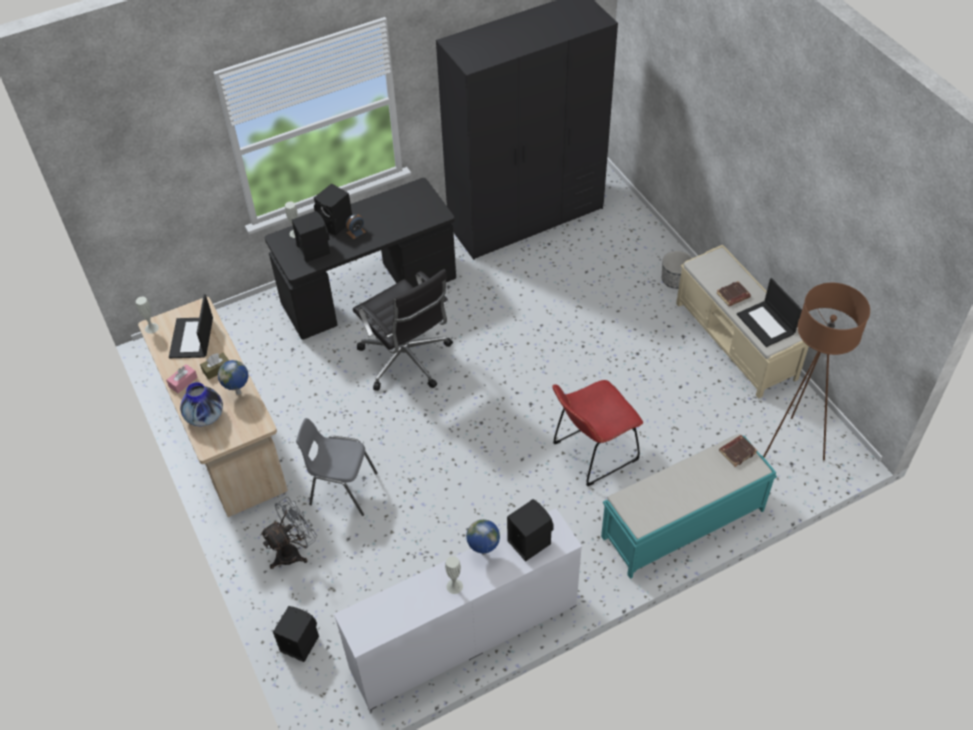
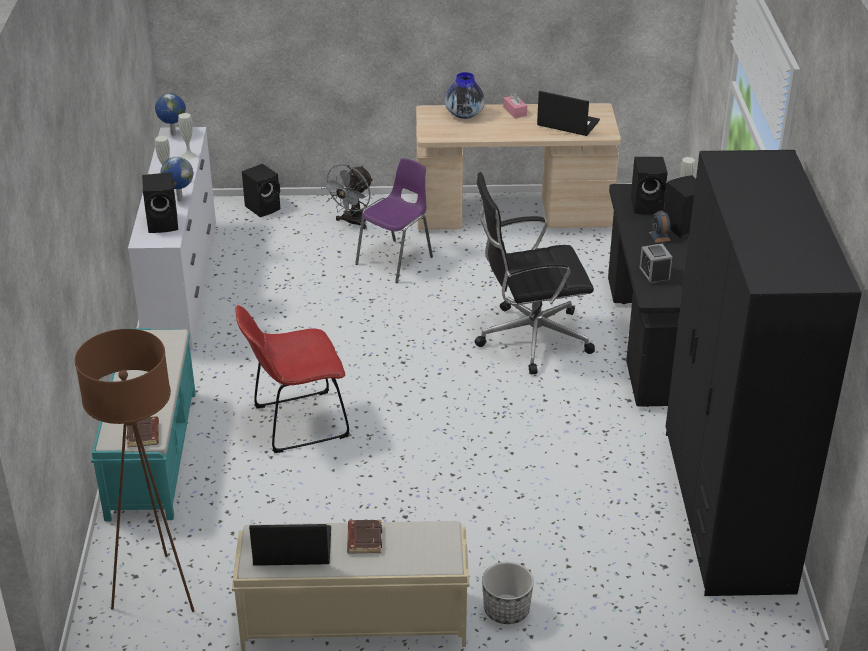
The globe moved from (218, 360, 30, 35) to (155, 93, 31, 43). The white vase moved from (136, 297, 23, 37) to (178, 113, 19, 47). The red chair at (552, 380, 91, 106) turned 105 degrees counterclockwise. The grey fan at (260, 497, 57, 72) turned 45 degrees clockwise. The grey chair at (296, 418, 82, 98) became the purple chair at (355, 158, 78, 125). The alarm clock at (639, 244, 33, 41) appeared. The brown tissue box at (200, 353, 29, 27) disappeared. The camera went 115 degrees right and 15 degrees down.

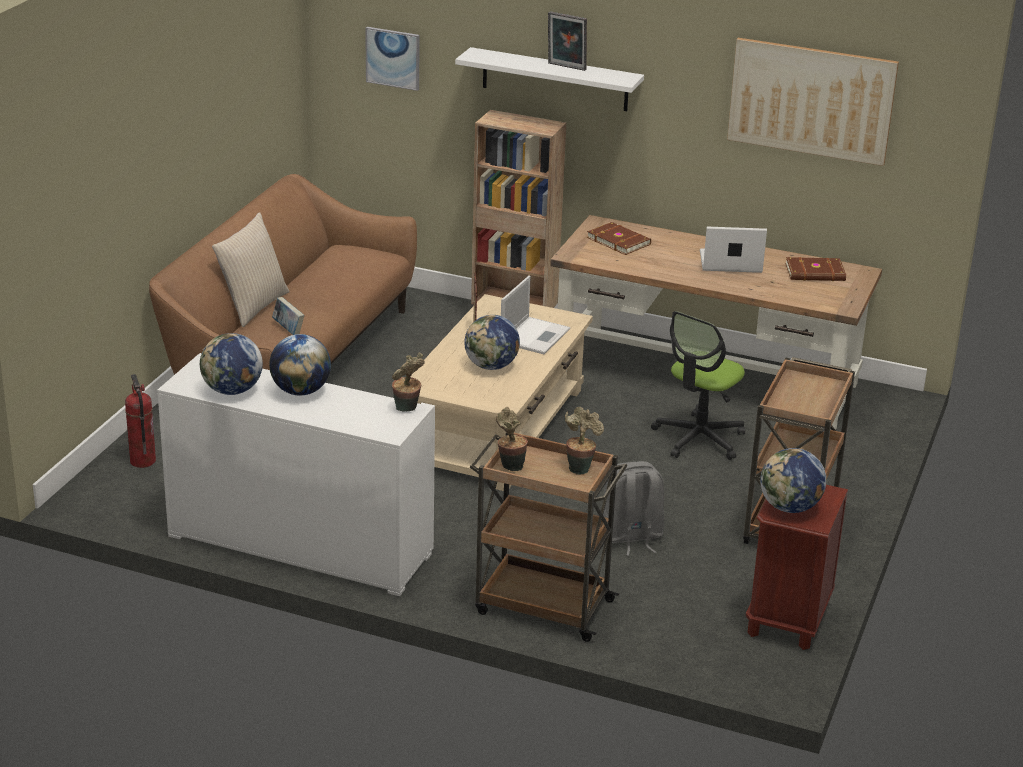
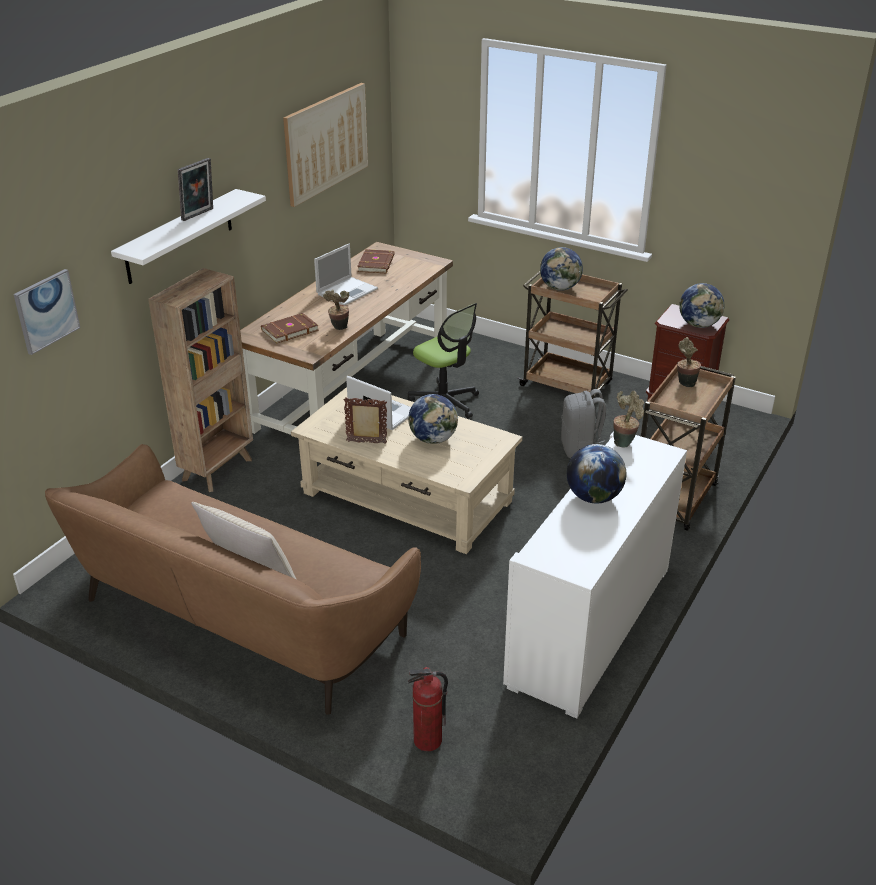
The laptop at (700, 227, 67, 46) turned 150 degrees counterclockwise. The potted plant moved from (496, 407, 32, 64) to (323, 289, 27, 41). The globe moved from (200, 333, 63, 62) to (540, 247, 43, 44). The book at (272, 297, 32, 38) disappeared. The camera went 80 degrees left and 5 degrees up.

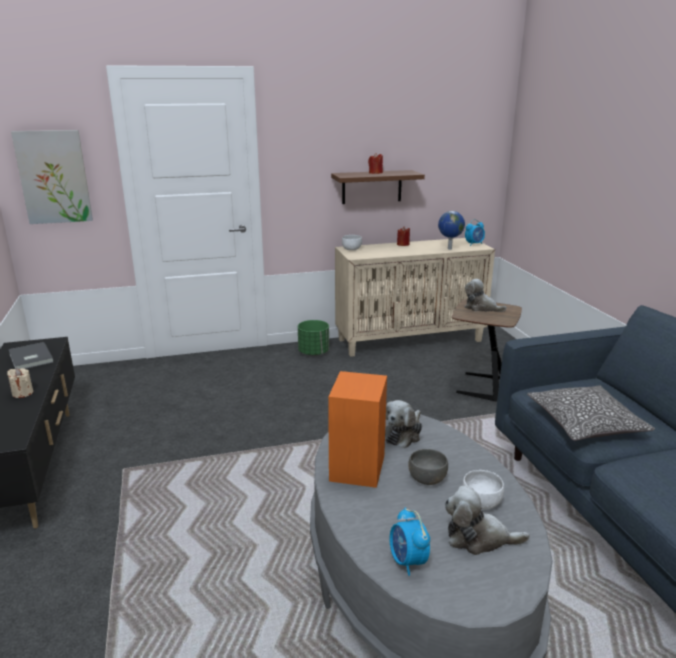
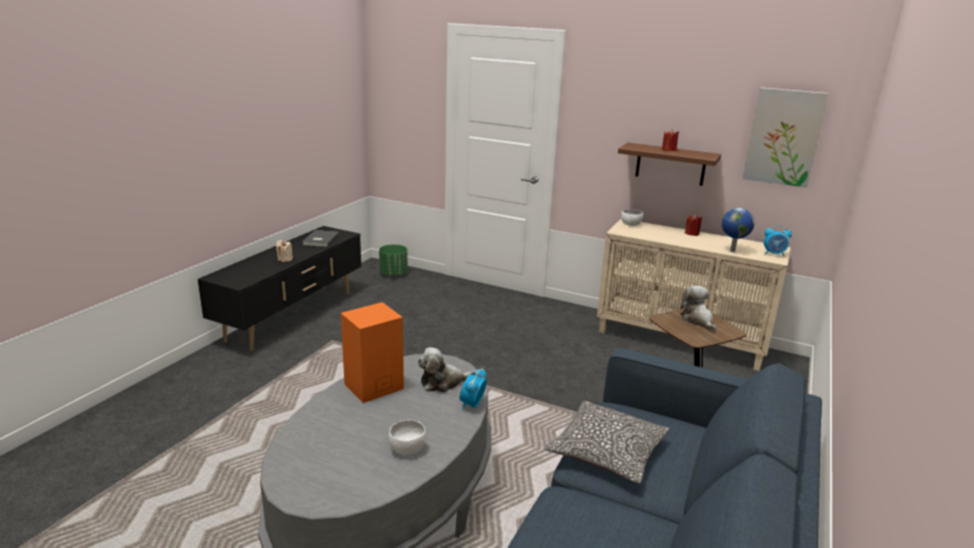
The green planter moved from (298, 320, 31, 36) to (379, 244, 29, 32). The alarm clock moved from (389, 507, 41, 69) to (460, 368, 27, 42). The picture moved from (11, 130, 82, 94) to (743, 87, 85, 101). The grey bowl at (408, 449, 40, 36) disappeared. The plush toy at (445, 486, 85, 69) disappeared. The camera went 40 degrees right and 0 degrees up.

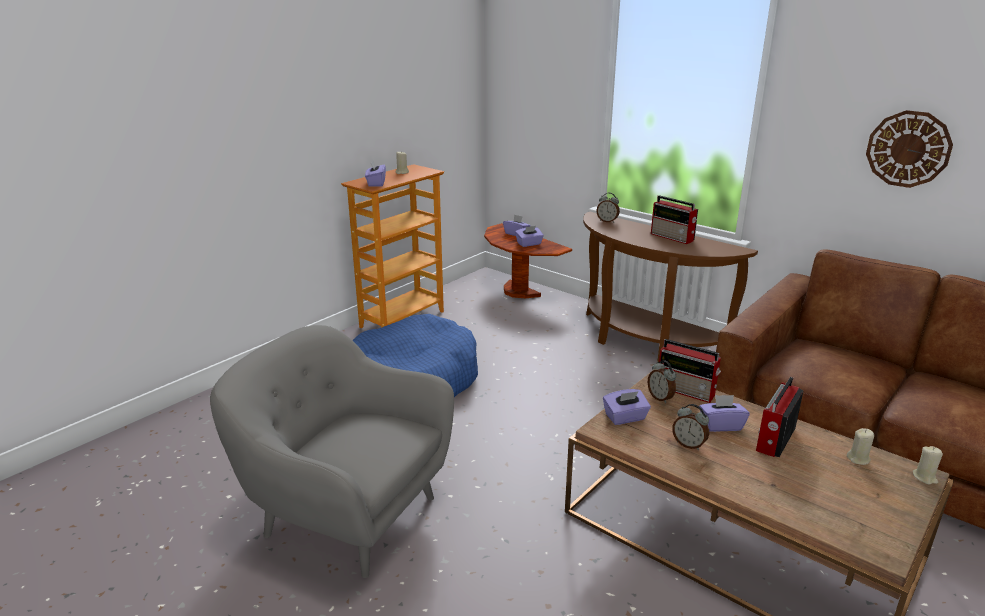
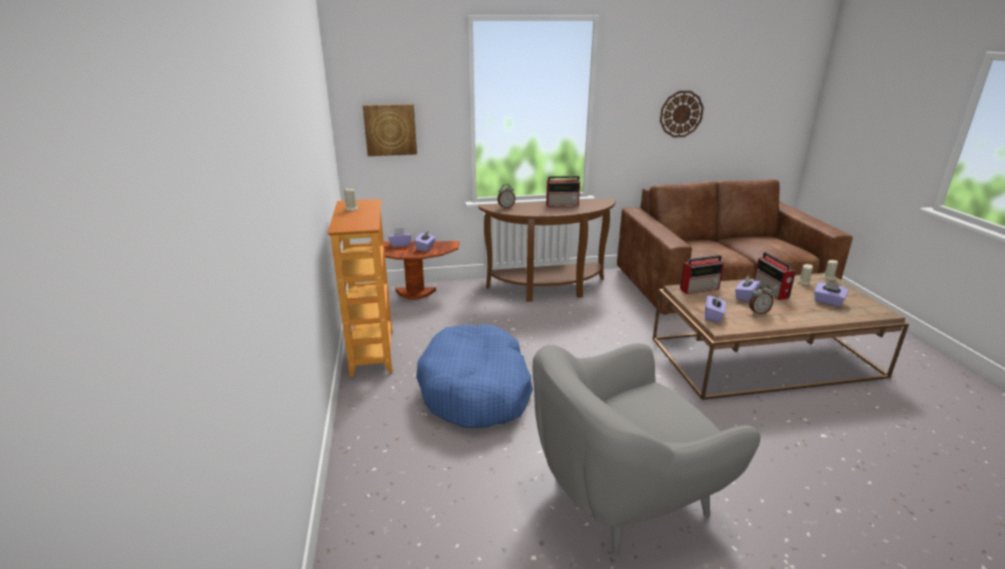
The picture at (363, 104, 54, 52) appeared. The purple tissue box moved from (365, 160, 21, 27) to (814, 282, 35, 25). The alarm clock at (648, 360, 28, 43) disappeared. The camera went 50 degrees left and 0 degrees up.

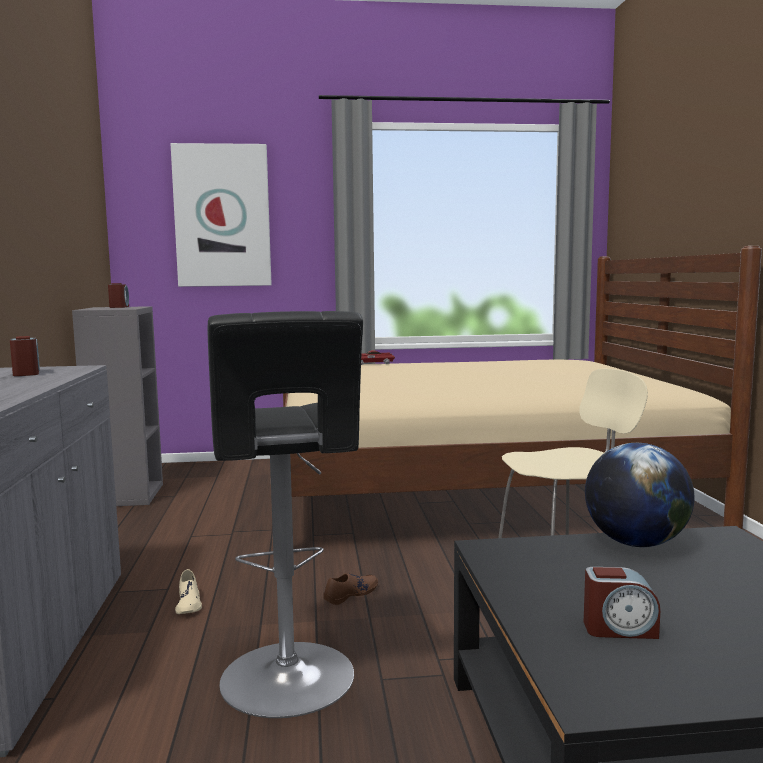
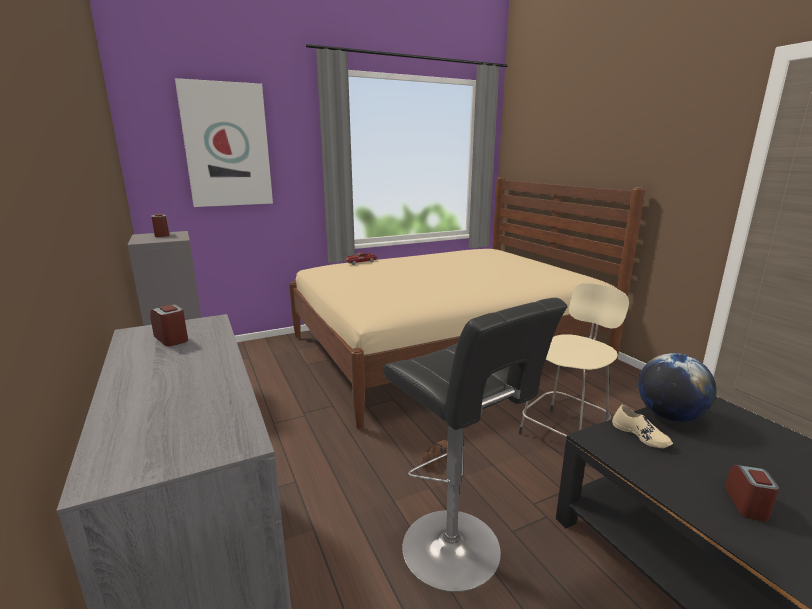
The beige shoe moved from (175, 569, 27, 45) to (612, 405, 61, 43). The alarm clock at (584, 567, 77, 72) turned 60 degrees counterclockwise. The camera went 20 degrees left and 10 degrees up.

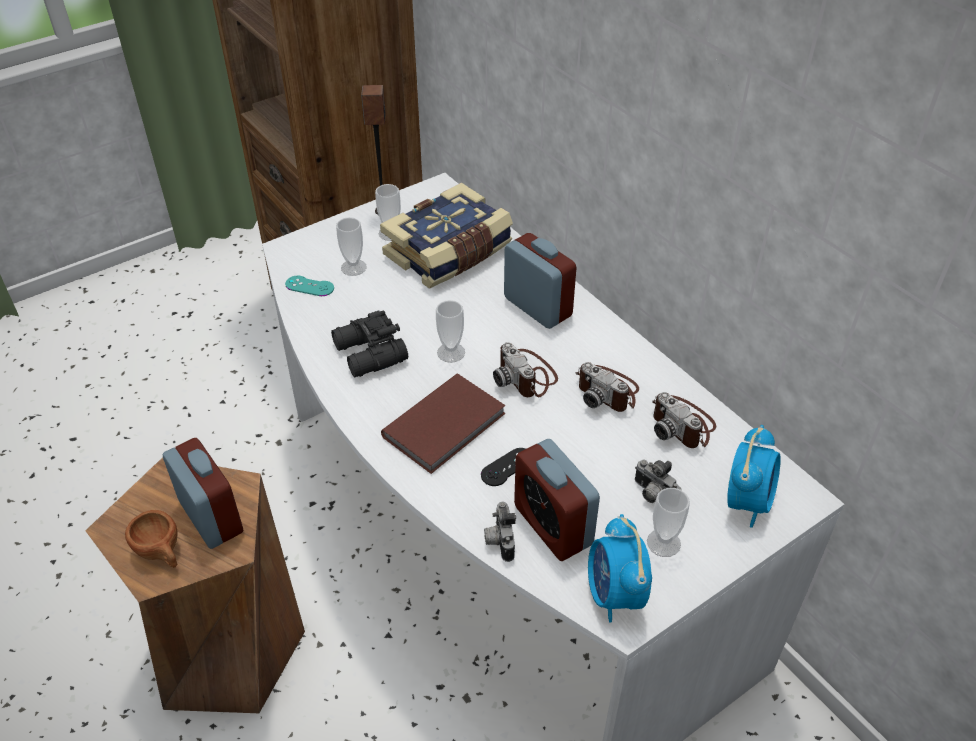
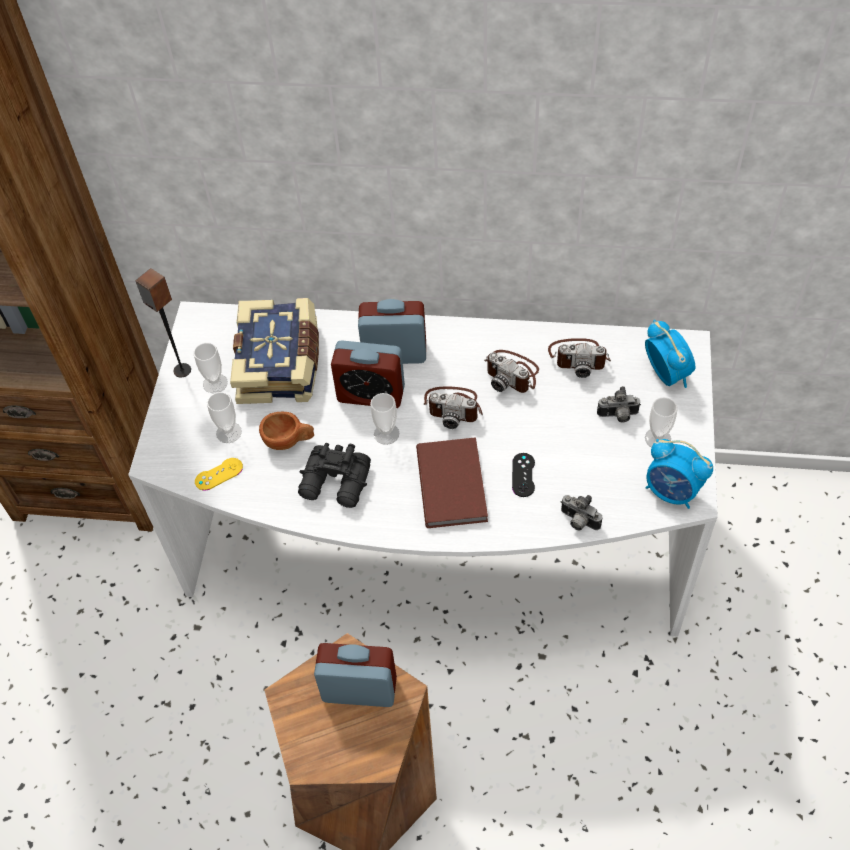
The turquoise game controller at (285, 276, 49, 20) became the yellow game controller at (195, 458, 48, 33). The brown cup moved from (125, 510, 53, 58) to (259, 412, 55, 38). The alarm clock moved from (514, 439, 86, 122) to (331, 340, 74, 68). The photo camera at (575, 362, 64, 50) turned 45 degrees clockwise. The camera went 45 degrees left and 10 degrees up.

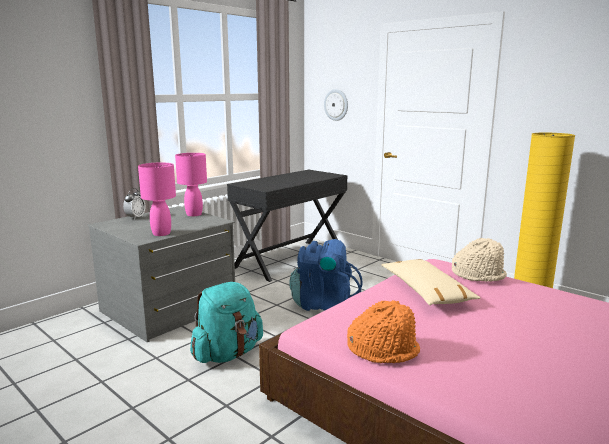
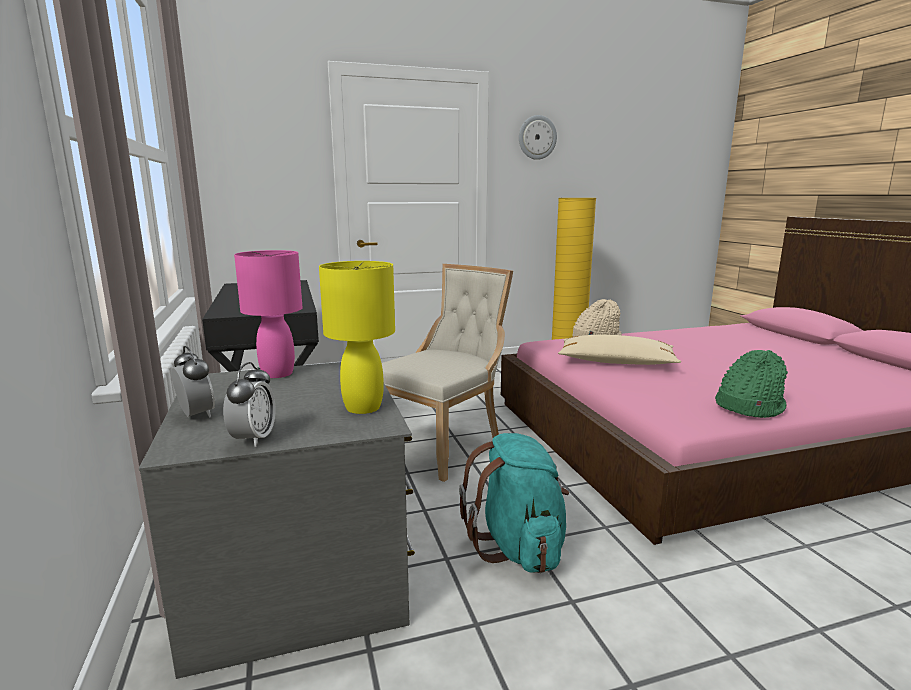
The alarm clock at (223, 362, 52, 85) appeared. The pink table lamp at (138, 163, 38, 73) became the yellow table lamp at (319, 261, 76, 153). The blue backpack at (289, 239, 74, 72) was replaced by the beige chair at (382, 264, 131, 218). The wall clock moved from (324, 89, 24, 32) to (519, 115, 38, 45). The orange hat at (347, 300, 73, 63) became the green hat at (715, 350, 73, 68). The camera went 60 degrees left and 0 degrees up.

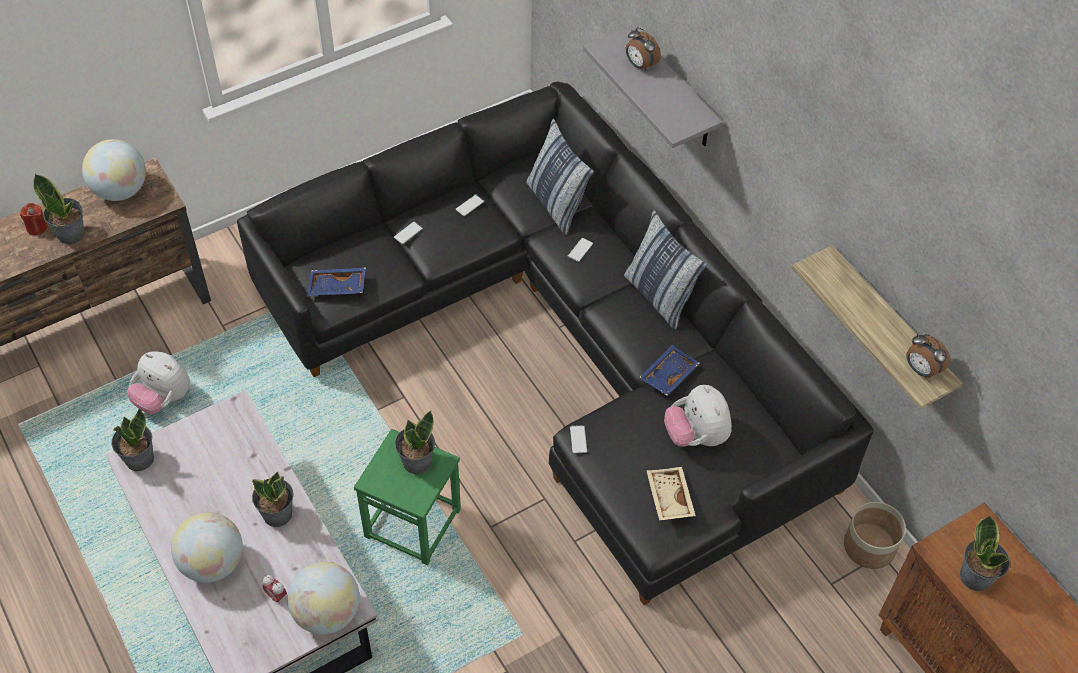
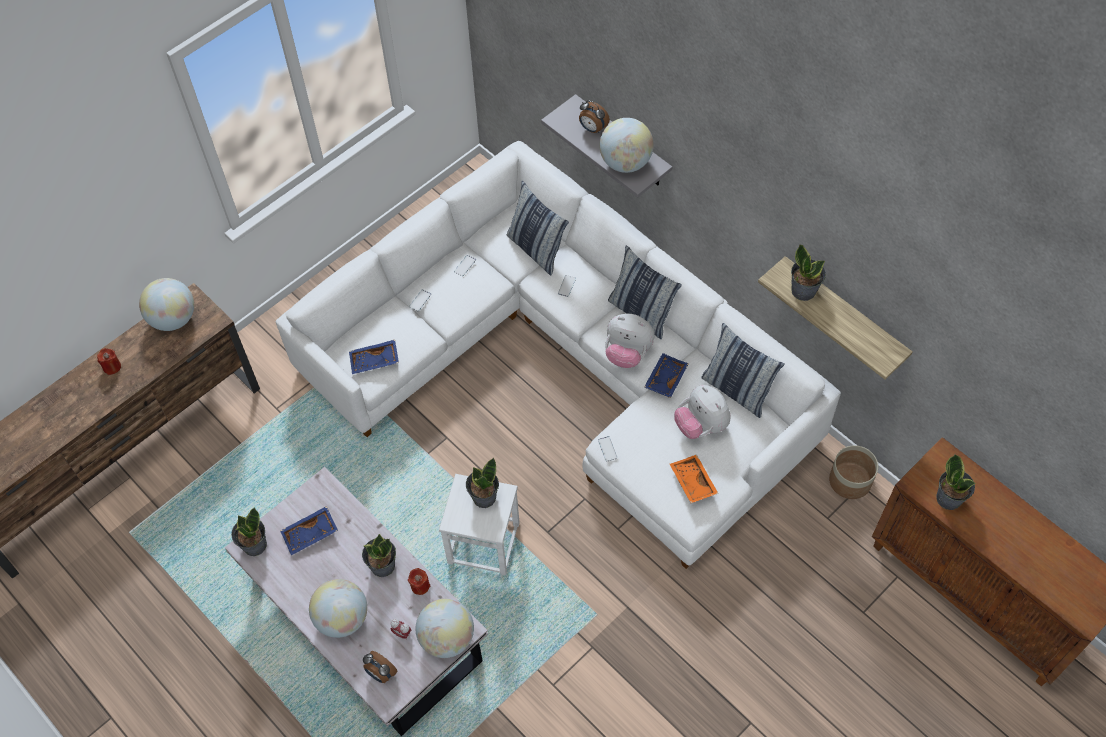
The black sofa at (237, 82, 637, 523) became the white sofa at (276, 141, 565, 428). The blue tray at (280, 506, 58, 49) appeared. The alarm clock moved from (906, 334, 44, 44) to (363, 651, 34, 32). The red candle at (408, 568, 23, 27) appeared. The green stool at (354, 429, 107, 136) became the white stool at (439, 474, 81, 101). The globe at (599, 118, 55, 55) appeared. The plush toy moved from (127, 351, 63, 63) to (605, 314, 49, 54). The beige tray at (646, 467, 50, 53) became the orange tray at (670, 455, 48, 48). The pillow at (701, 323, 83, 95) appeared. The potted plant moved from (33, 174, 51, 71) to (791, 244, 35, 57). The camera went 10 degrees left and 5 degrees up.

